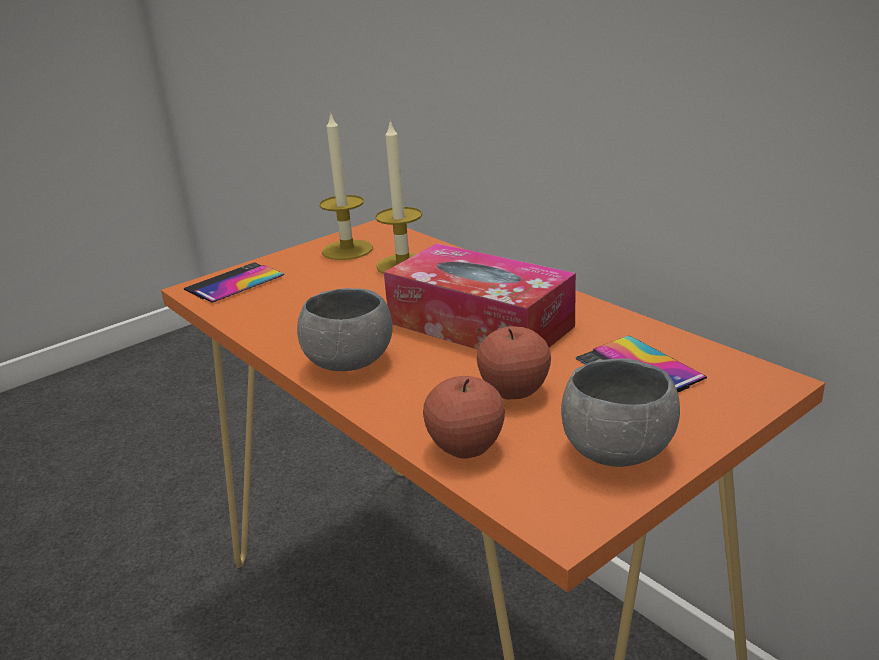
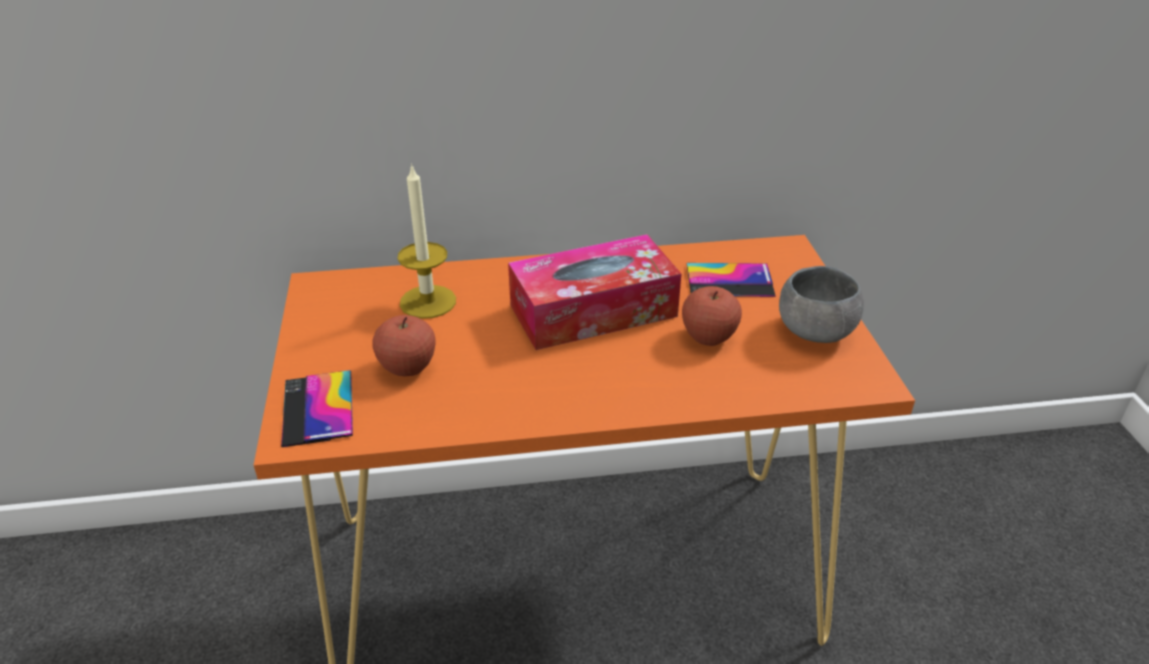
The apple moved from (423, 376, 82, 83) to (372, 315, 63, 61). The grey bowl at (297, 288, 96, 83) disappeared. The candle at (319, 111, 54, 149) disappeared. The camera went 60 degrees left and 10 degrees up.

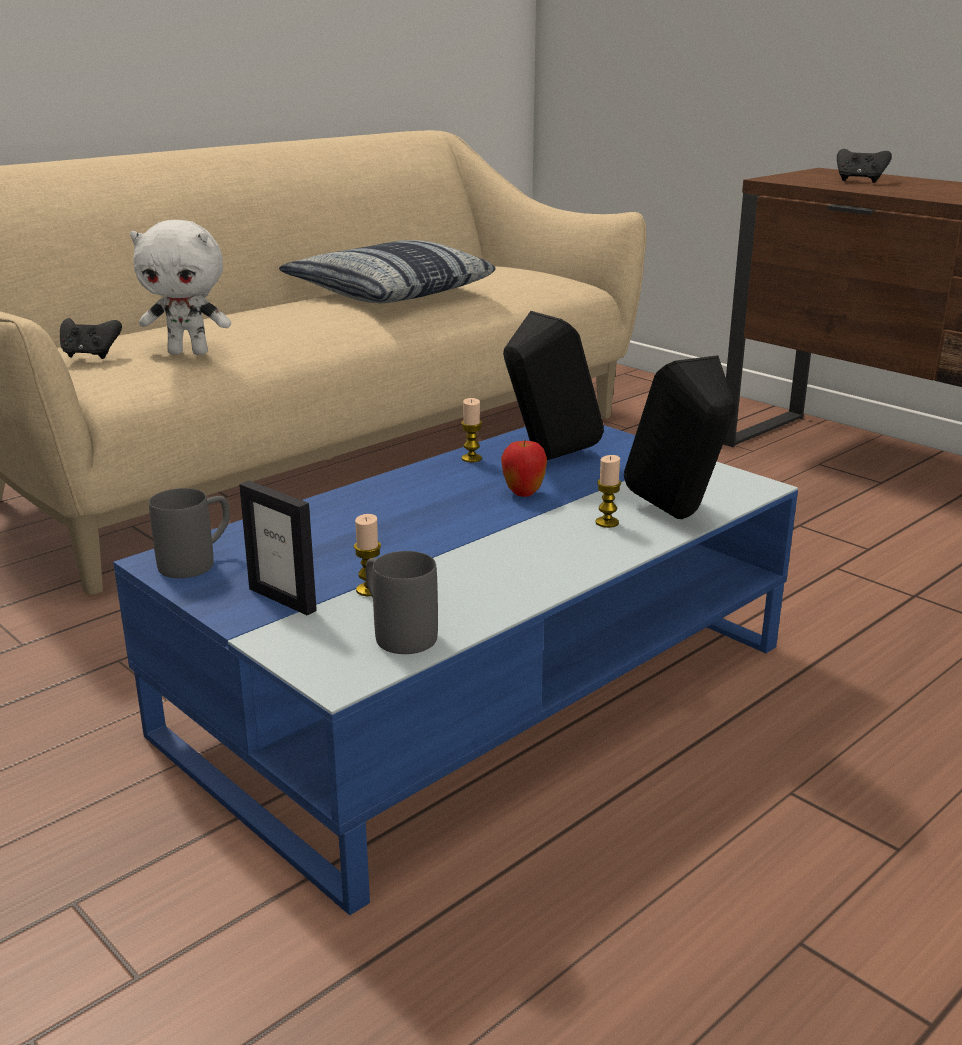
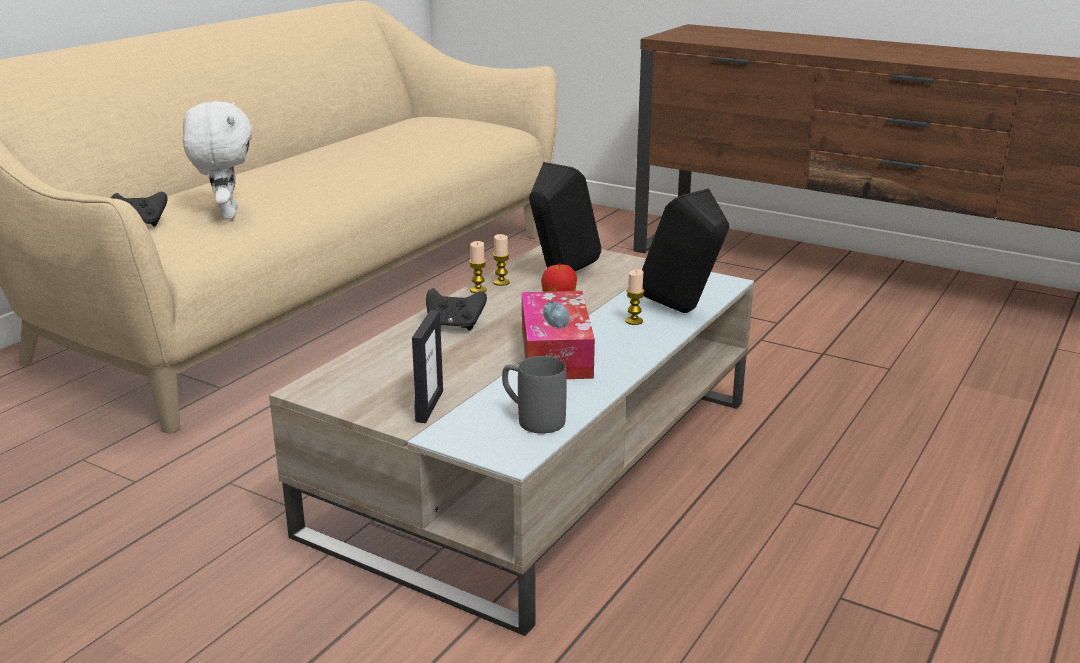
The white plush toy at (130, 220, 101, 135) turned 90 degrees counterclockwise. The blue coffee table at (113, 425, 685, 490) became the beige coffee table at (269, 245, 485, 391). The picture frame at (239, 481, 78, 134) turned 105 degrees counterclockwise. The black game controller moved from (837, 149, 55, 34) to (426, 288, 61, 43). The candle moved from (354, 514, 27, 82) to (469, 241, 18, 52). The tissue box at (522, 291, 73, 88) appeared. The grey mug at (149, 488, 81, 90) disappeared. The pillow at (279, 240, 216, 63) disappeared. The camera went 15 degrees left and 0 degrees up.

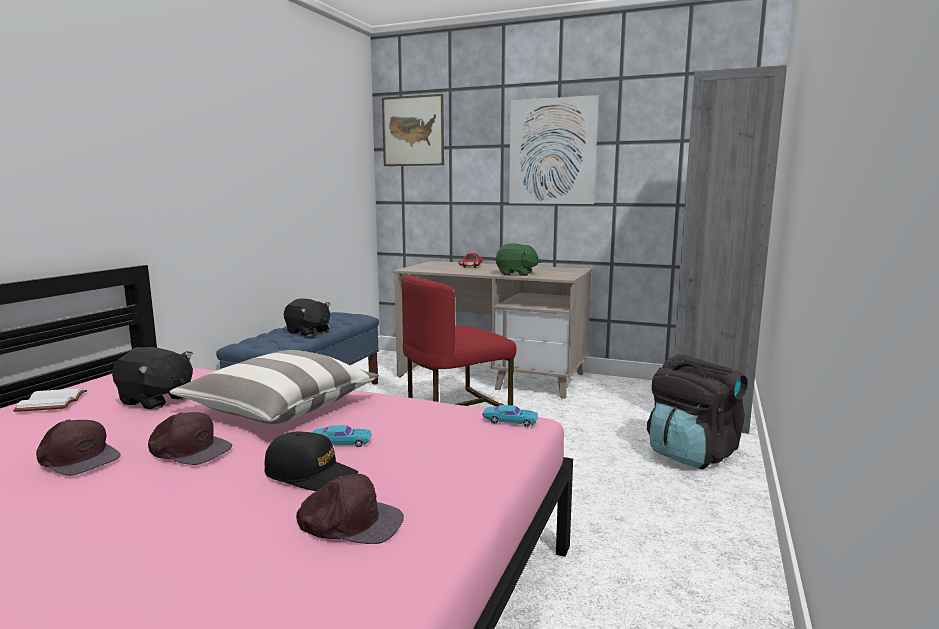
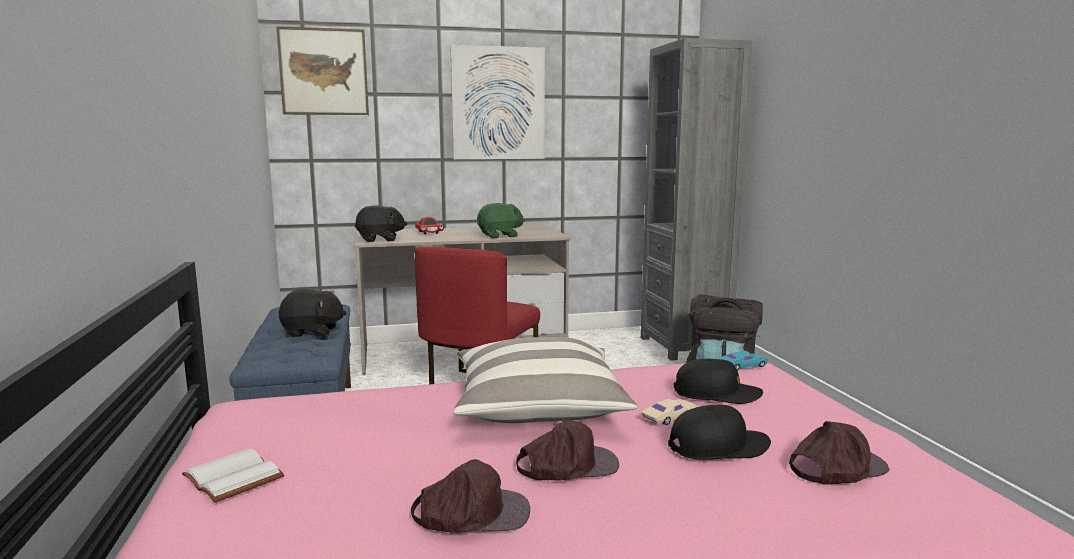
The black plush toy moved from (112, 347, 81, 62) to (354, 205, 53, 37). The turquoise toy car at (312, 425, 60, 22) became the beige toy car at (641, 399, 58, 26). The black cap at (674, 359, 89, 45) appeared. The camera went 35 degrees left and 0 degrees up.

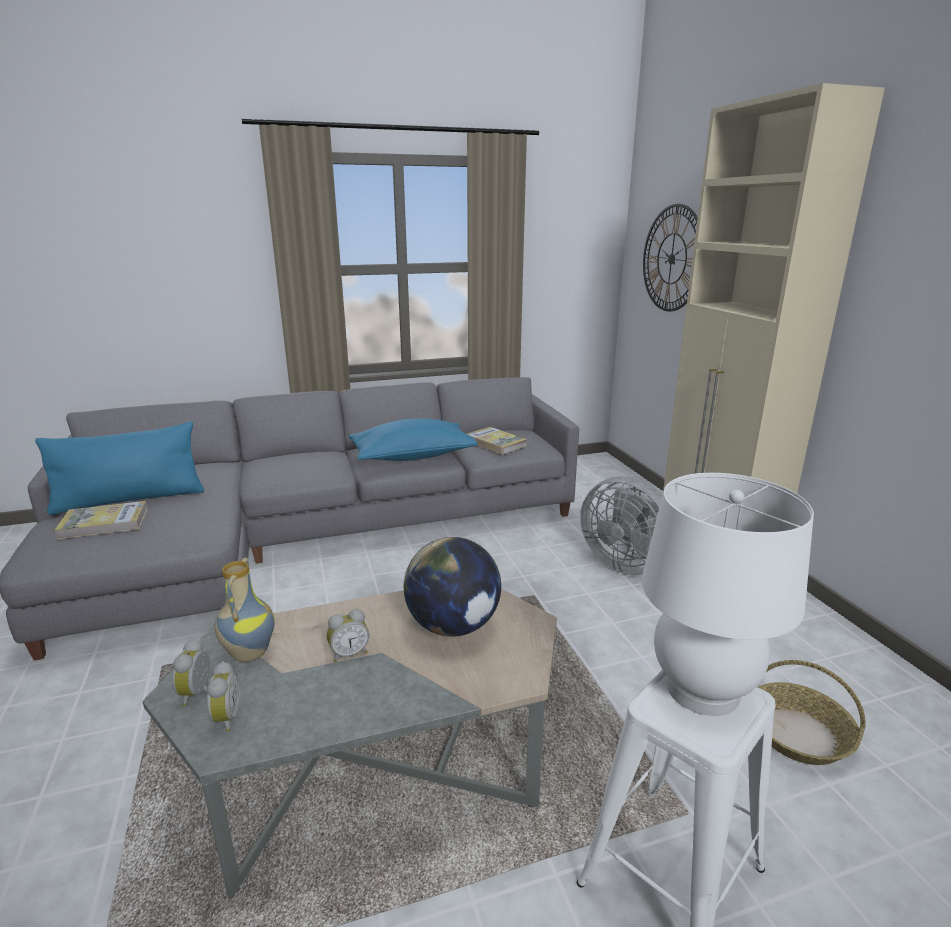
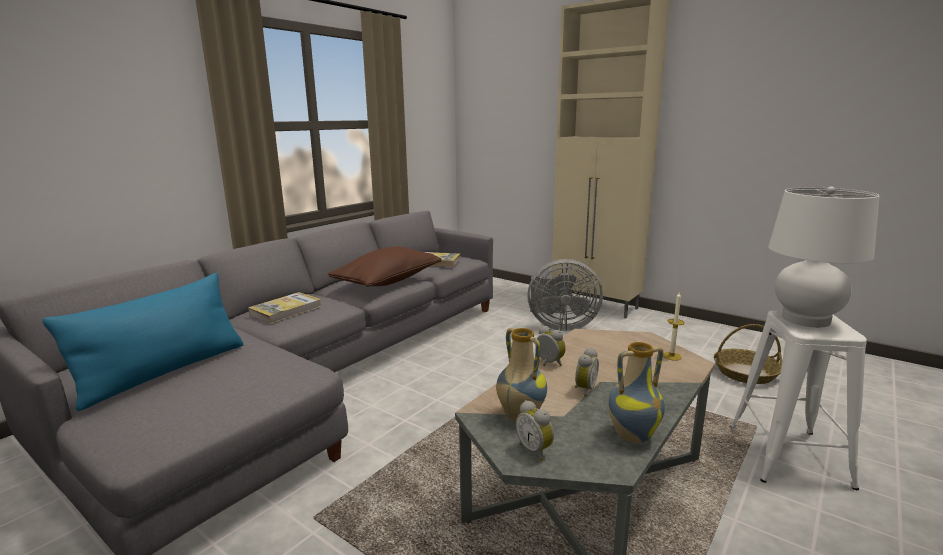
The book moved from (54, 501, 94, 39) to (248, 292, 74, 32). The blue pillow at (349, 418, 129, 43) became the brown pillow at (328, 247, 114, 40). The alarm clock moved from (207, 661, 33, 71) to (535, 326, 31, 40). The vase at (608, 342, 57, 101) appeared. The candle at (663, 292, 21, 69) appeared. The globe at (404, 537, 97, 100) disappeared. The wall clock at (643, 204, 55, 108) disappeared. The camera went 35 degrees left and 5 degrees down.

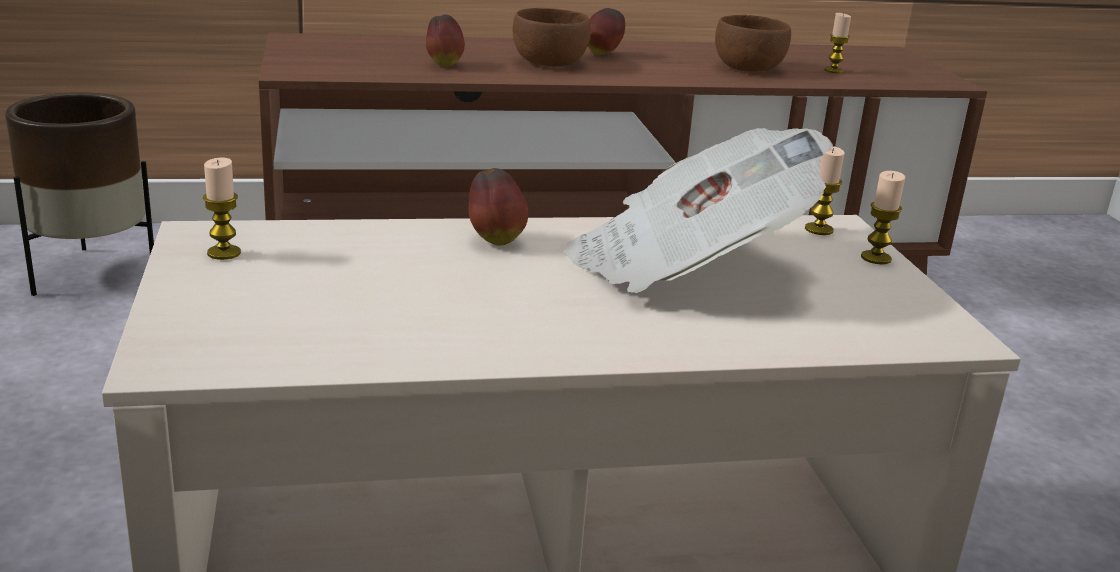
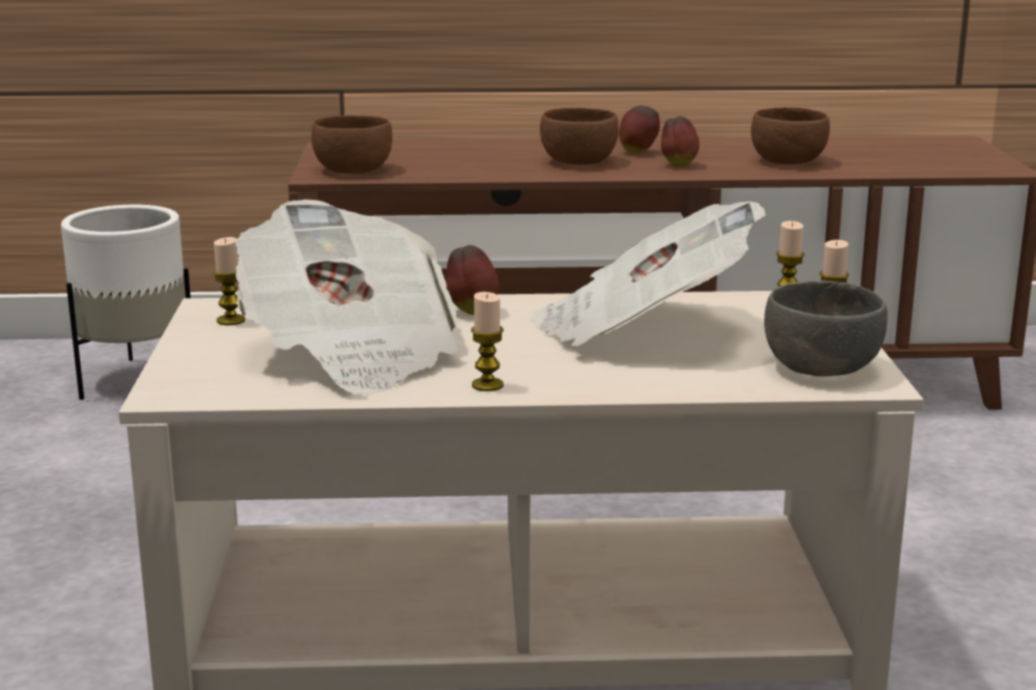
The brown planter at (5, 92, 149, 204) became the white planter at (61, 205, 130, 195). The newspaper at (236, 200, 227, 196) appeared. The brown bowl at (311, 115, 81, 58) appeared. The candle moved from (824, 13, 27, 60) to (471, 292, 33, 99). The apple moved from (426, 15, 39, 52) to (661, 116, 38, 51). The grey bowl at (764, 281, 124, 96) appeared. The camera went 10 degrees right and 5 degrees down.

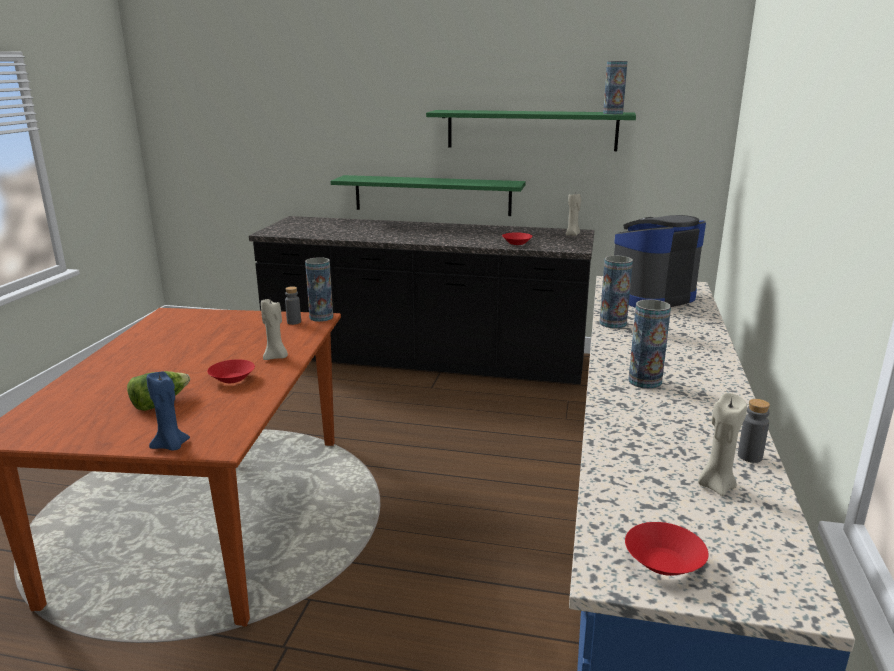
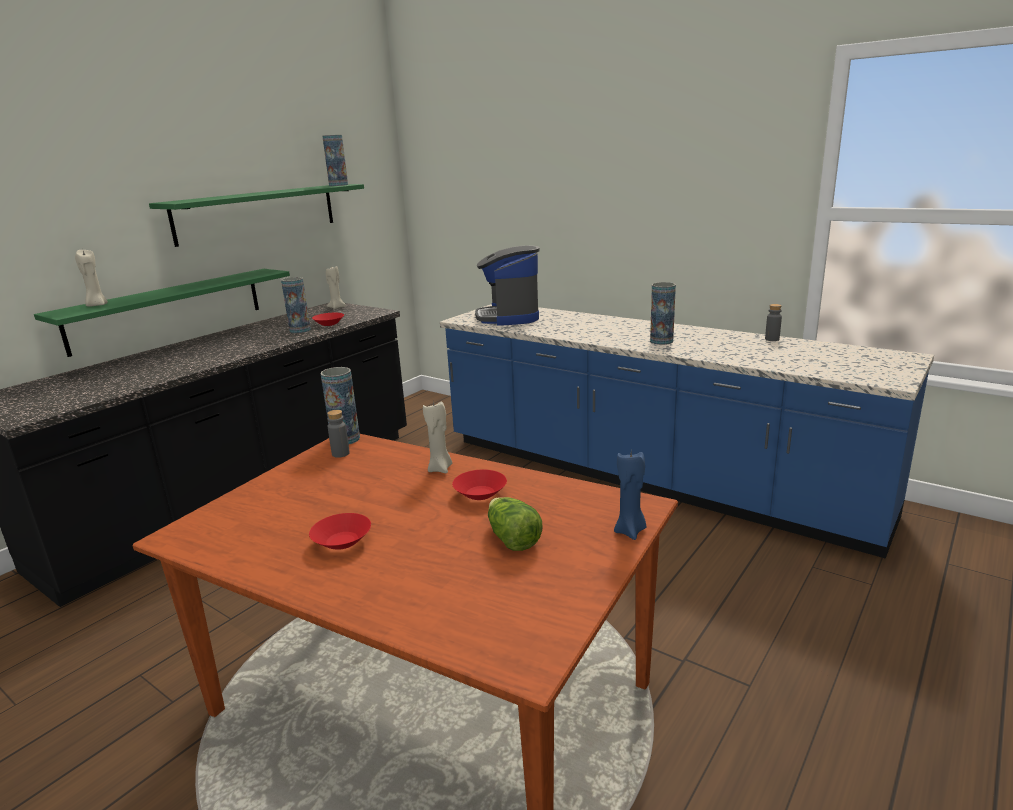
The beige candle moved from (698, 393, 49, 103) to (75, 250, 33, 57). The vase moved from (599, 256, 34, 73) to (281, 277, 30, 56). The red bowl moved from (625, 522, 84, 54) to (309, 513, 62, 37). The camera went 65 degrees left and 0 degrees up.

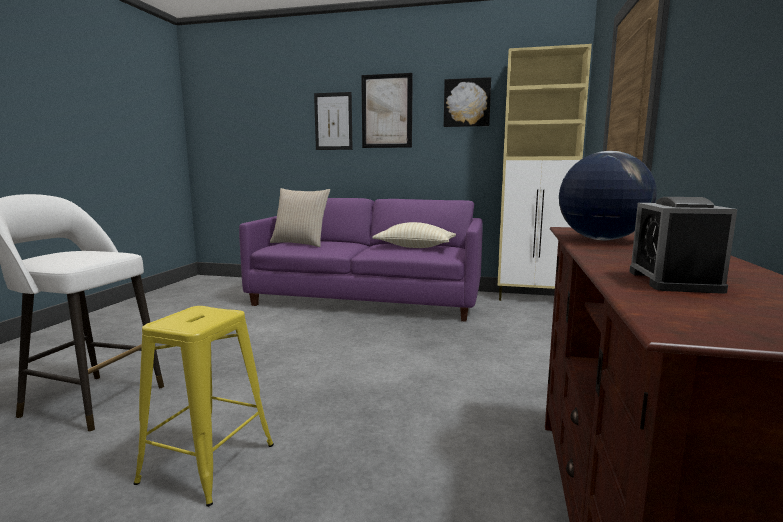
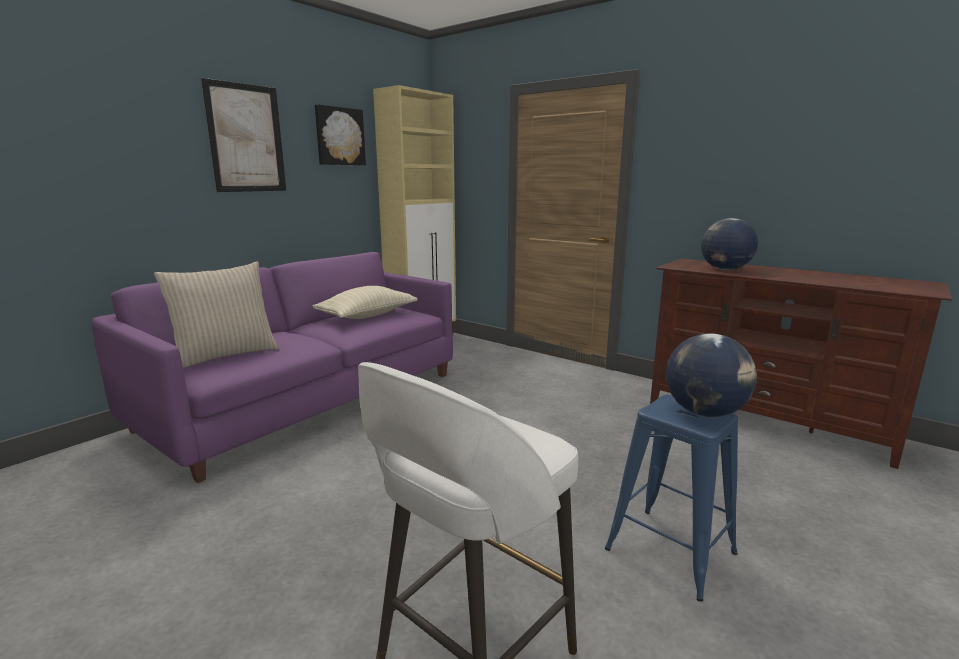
The yellow stool at (134, 306, 140, 201) became the blue stool at (605, 395, 133, 207). The globe at (666, 334, 91, 83) appeared. The picture at (314, 92, 39, 58) disappeared. The alarm clock at (629, 197, 108, 97) disappeared. The camera went 65 degrees left and 5 degrees up.

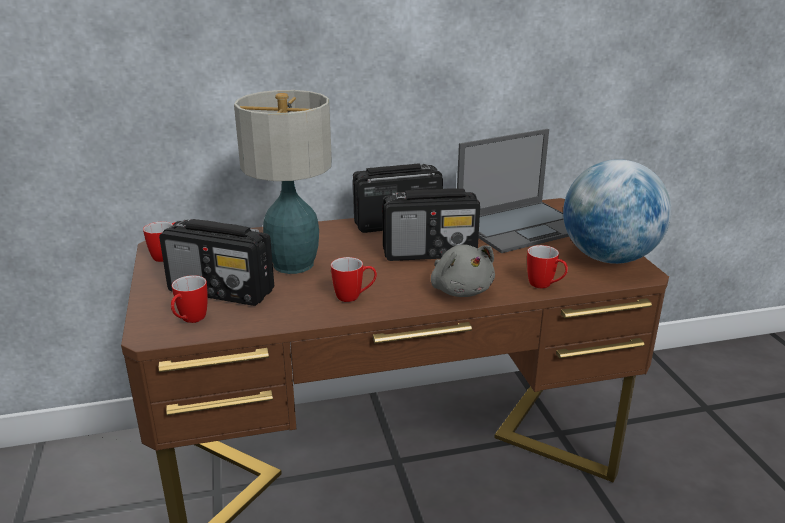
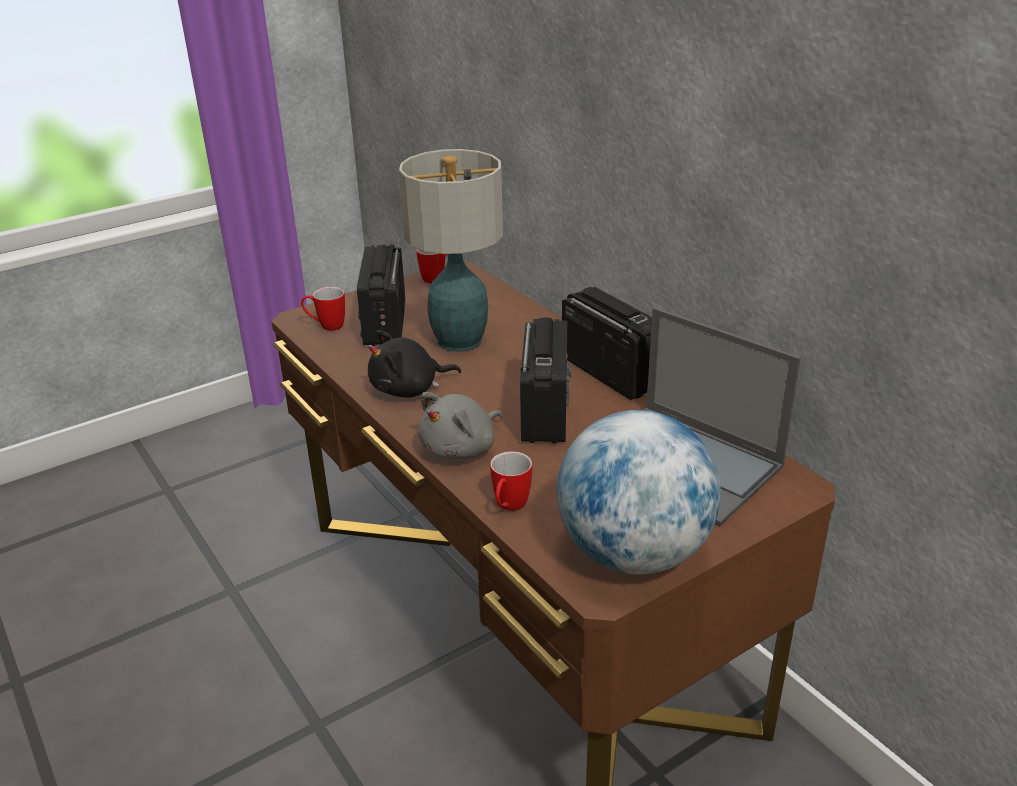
The mug at (331, 257, 46, 45) was replaced by the black plush toy at (368, 330, 93, 68). The radio at (382, 188, 98, 73) turned 150 degrees counterclockwise. The camera went 70 degrees right and 5 degrees up.

